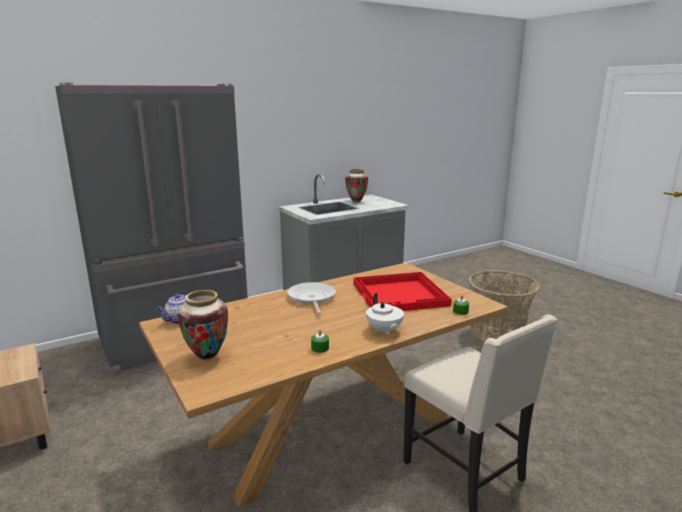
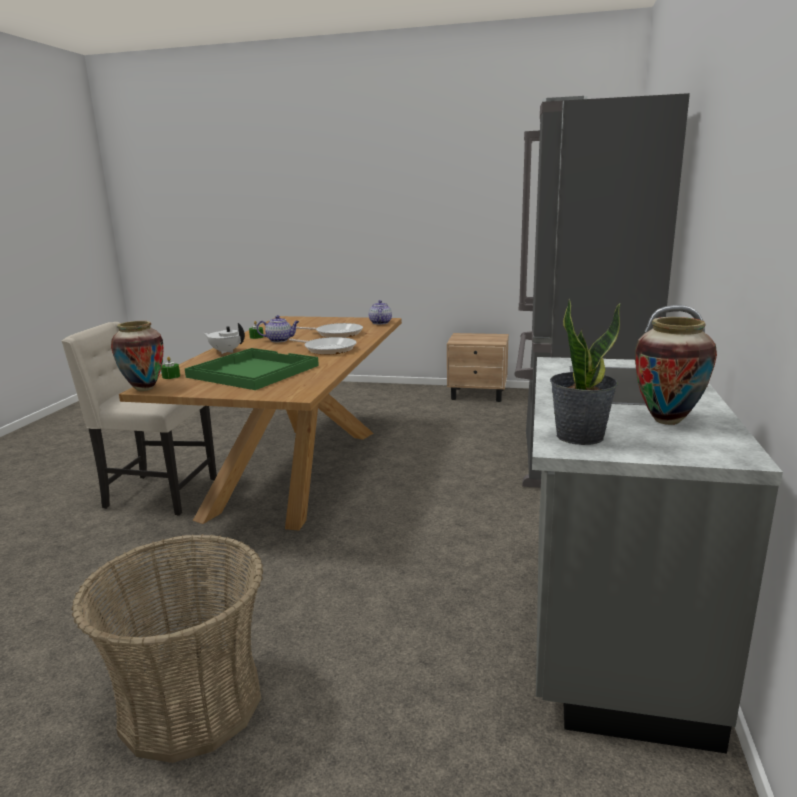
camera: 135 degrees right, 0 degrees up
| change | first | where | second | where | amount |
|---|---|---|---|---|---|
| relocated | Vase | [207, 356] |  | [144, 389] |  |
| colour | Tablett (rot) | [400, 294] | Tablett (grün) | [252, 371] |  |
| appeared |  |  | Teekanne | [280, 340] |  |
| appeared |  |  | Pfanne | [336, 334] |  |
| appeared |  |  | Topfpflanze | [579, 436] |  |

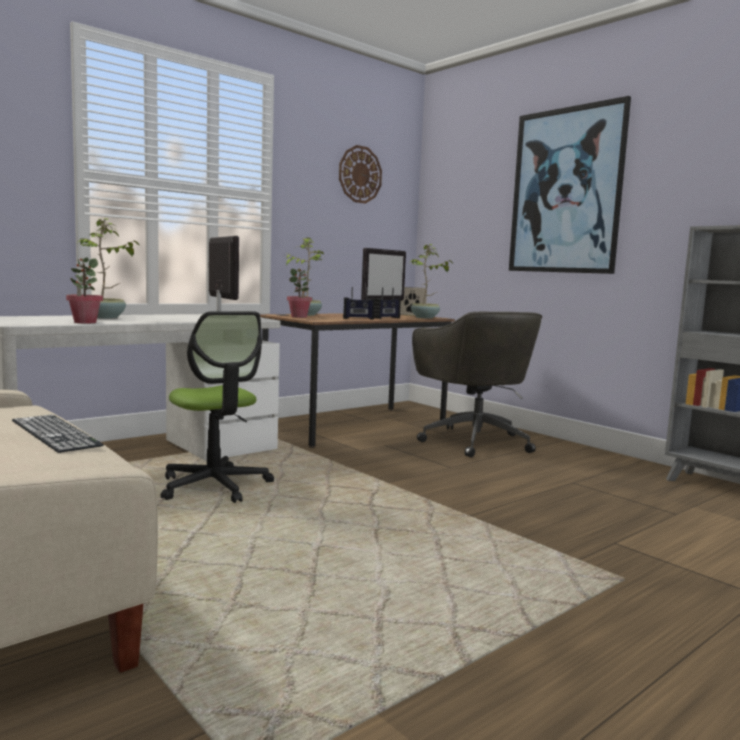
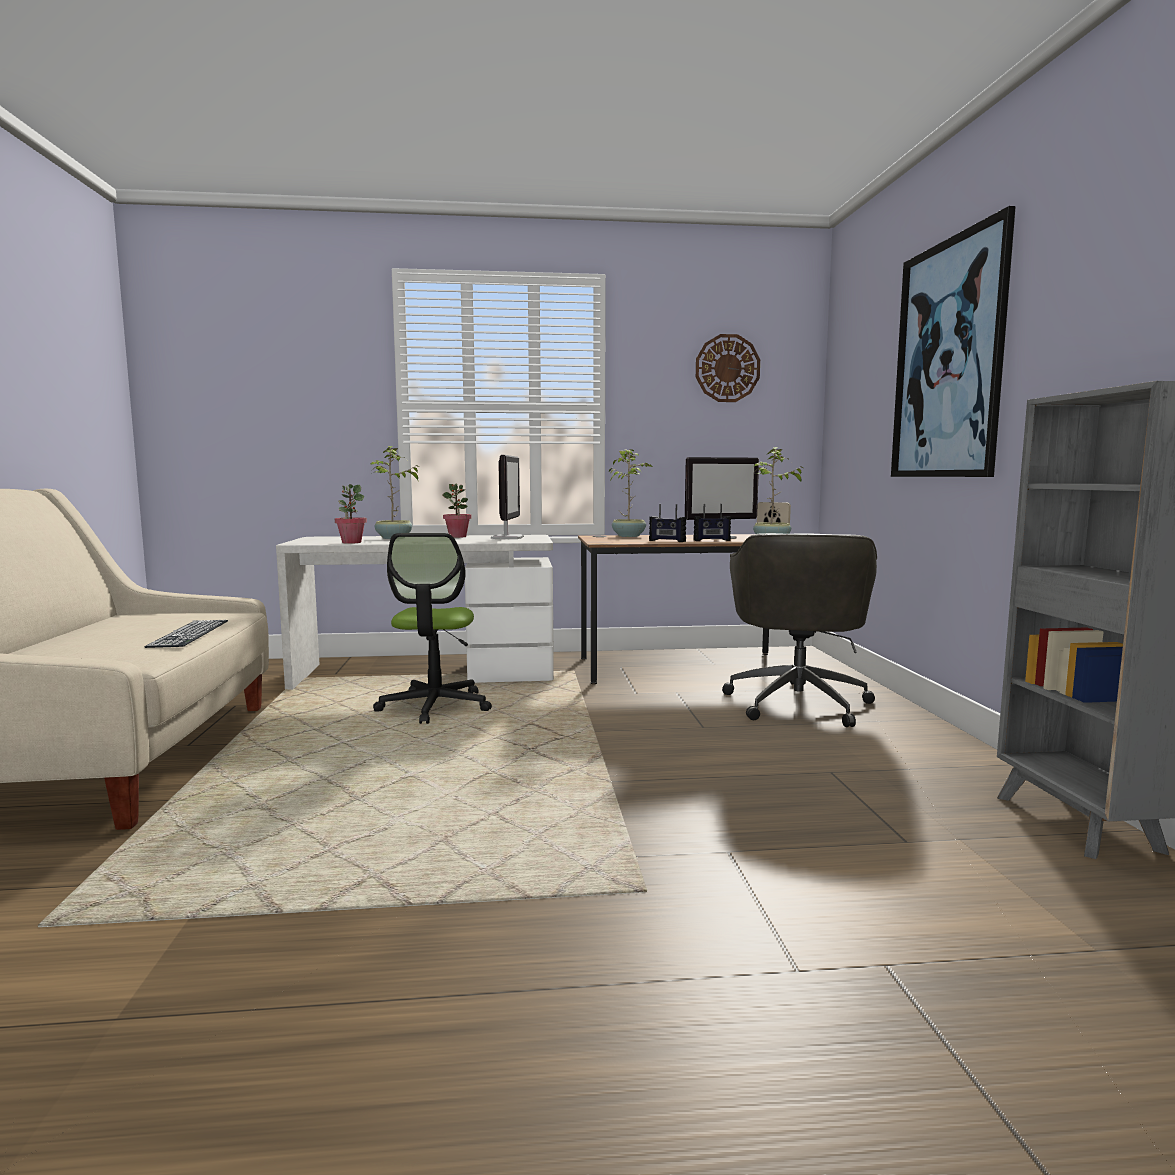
camera: 35 degrees right, 0 degrees up
| change | first | where | second | where | amount |
|---|---|---|---|---|---|
| relocated | Topfpflanze | [299, 317] |  | [457, 537] |  |

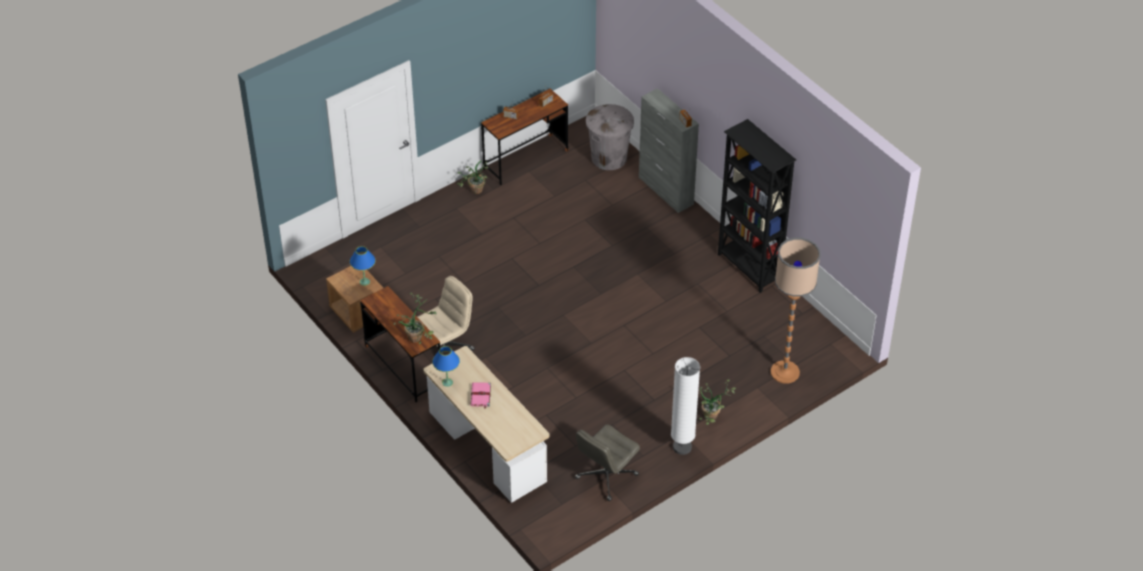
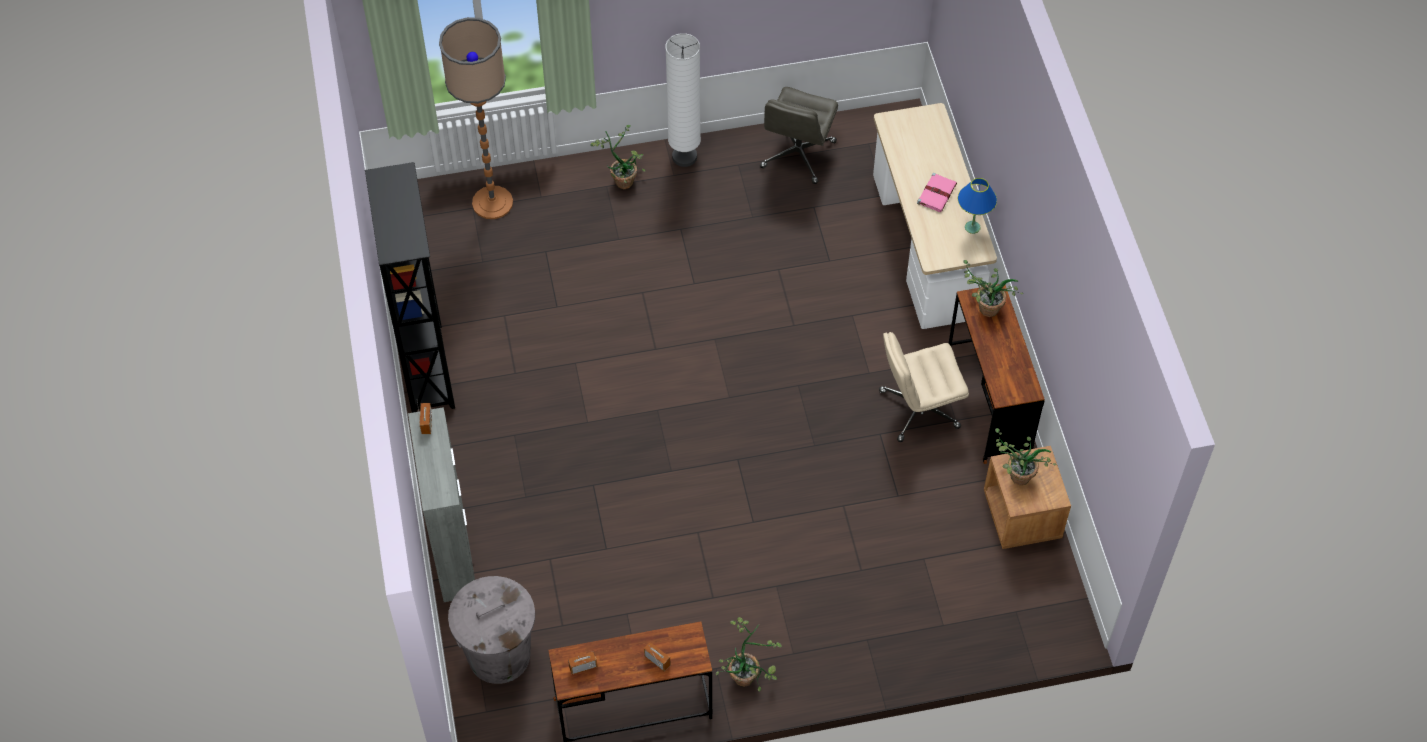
camera: 155 degrees left, 10 degrees up
| change | first | where | second | where | amount |
|---|---|---|---|---|---|
| exchanged | Tischlampe (blau) | [364, 282] | Topfpflanze | [1014, 476] |  |
| spun | Bürostuhl (grau) | [606, 477] |  | [798, 155] | 135 degrees clockwise |

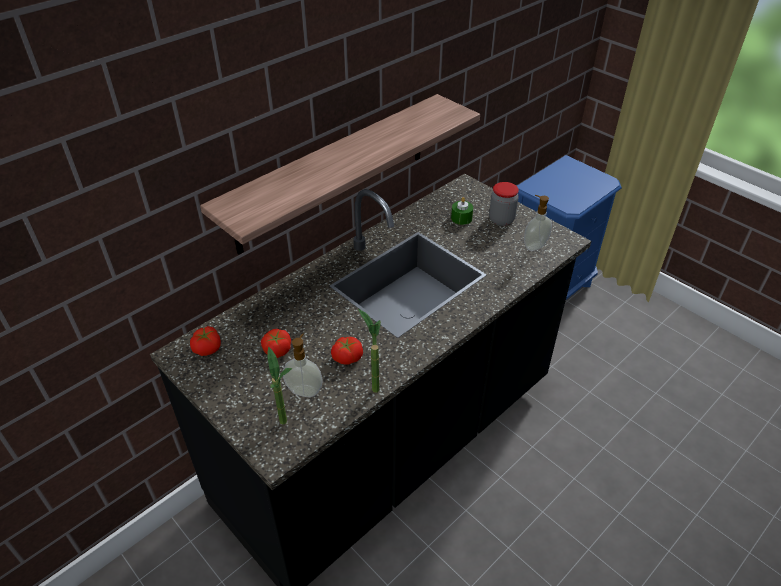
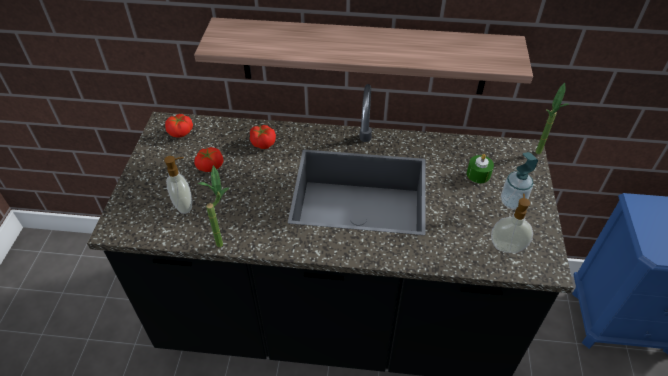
camera: 50 degrees right, 5 degrees up
| change | first | where | second | where | amount |
|---|---|---|---|---|---|
| relocated | Topfpflanze | [287, 426] |  | [538, 156] |  |
| relocated | Tomate | [347, 357] |  | [263, 143] |  |
| exchanged | Vorratsglas | [501, 220] | Seifenspender | [512, 202] |  |

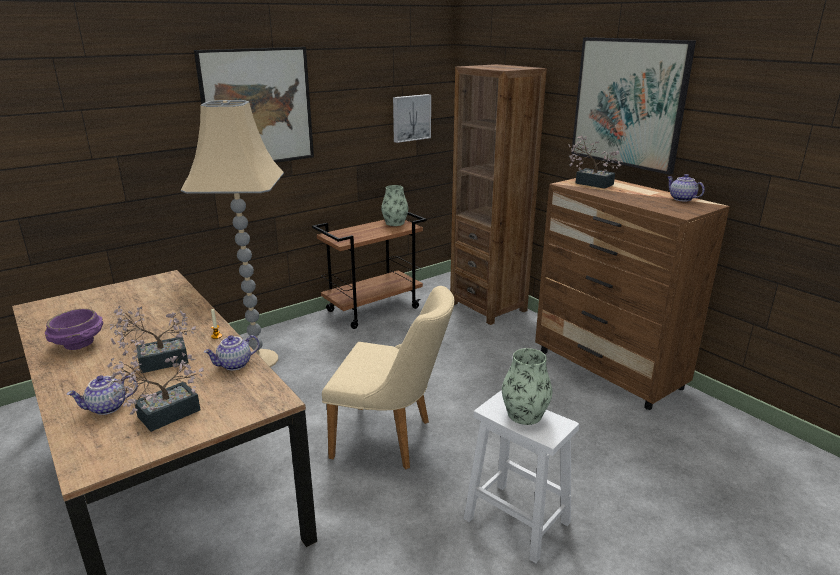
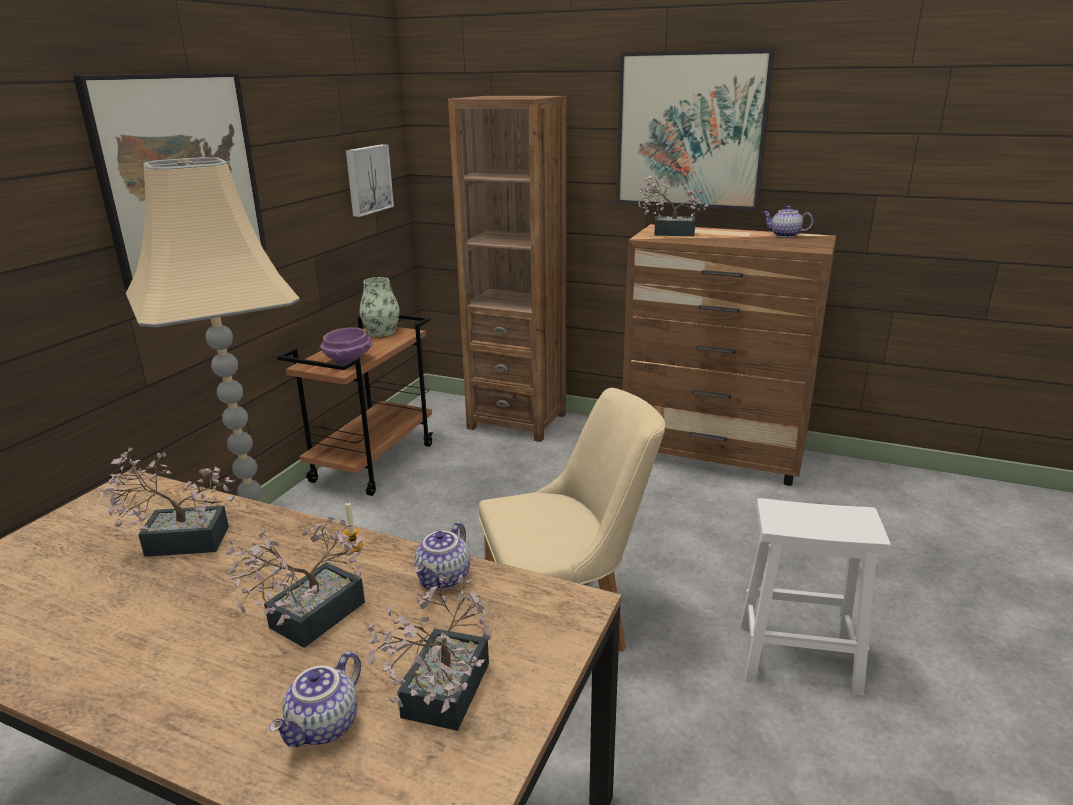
camera: 30 degrees left, 0 degrees up
| change | first | where | second | where | amount |
|---|---|---|---|---|---|
| relocated | Schüssel (lila) | [79, 344] |  | [349, 361] |  |
| missing | Vase | [524, 414] |  |  |  |
| appeared |  |  | Topfpflanze | [178, 541] |  |

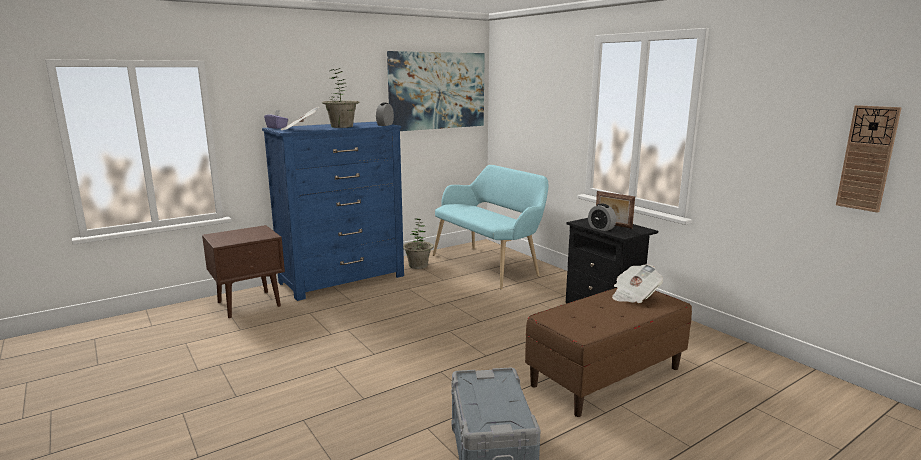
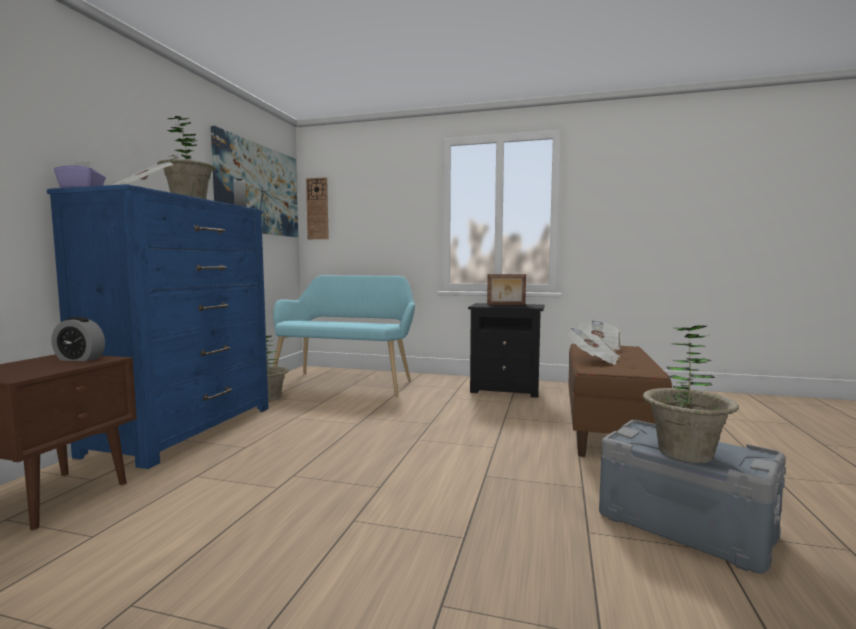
camera: 40 degrees left, 10 degrees down
| change | first | where | second | where | amount |
|---|---|---|---|---|---|
| relocated | Wecker | [601, 228] |  | [79, 359] |  |
| relocated | Wanduhr | [867, 158] |  | [317, 208] |  |
| appeared |  |  | Zeitung | [593, 359] |  |
| appeared |  |  | Topfpflanze | [685, 453] |  |

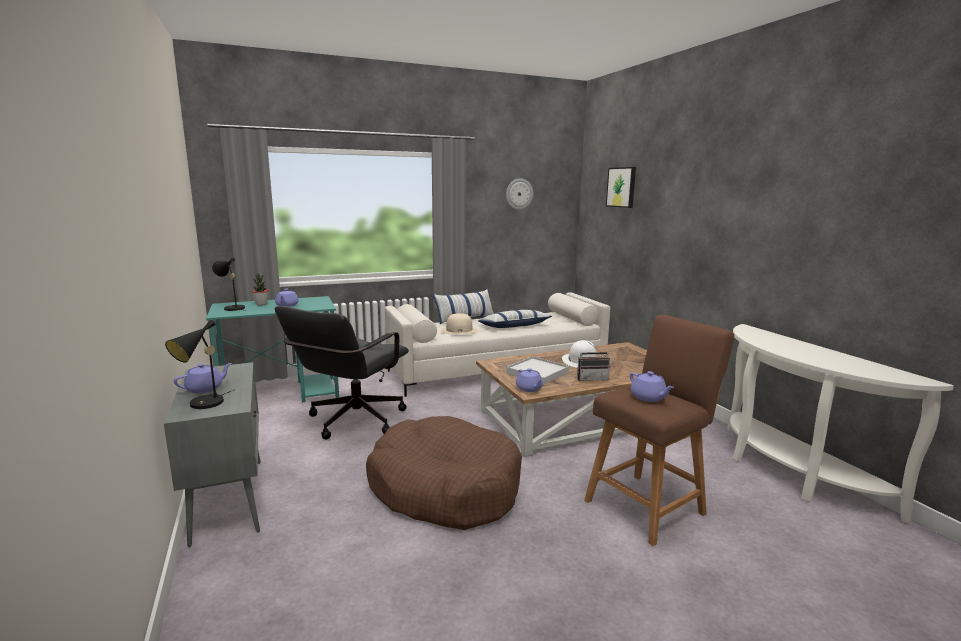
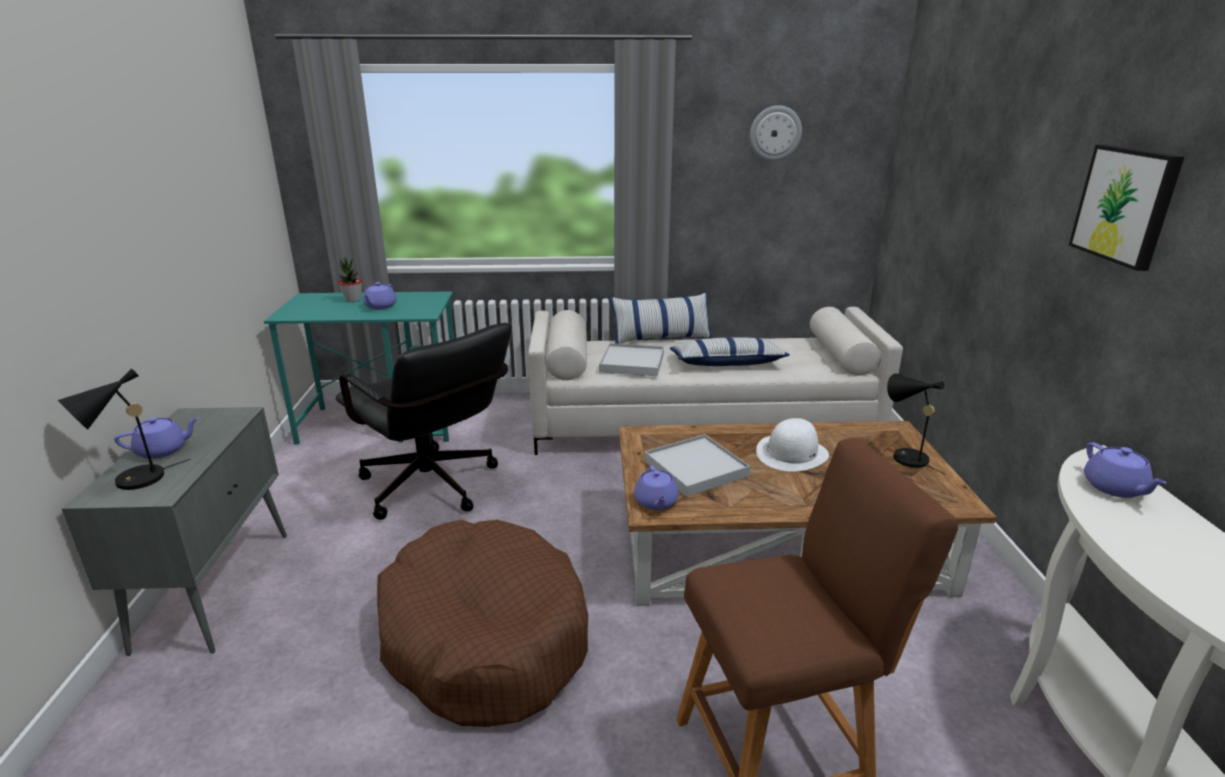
camera: 20 degrees right, 10 degrees up
| change | first | where | second | where | amount |
|---|---|---|---|---|---|
| relocated | Tischlampe (schwarz) | [232, 308] |  | [905, 457] |  |
| spun | Bürostuhl (schwarz) | [351, 423] |  | [435, 490] | 90 degrees counterclockwise |
| exchanged | Hut (beige) | [459, 330] | Tablett (weiß) | [632, 363] |  |
| missing | Radio | [591, 378] |  |  |  |
| relocated | Bild | [621, 187] |  | [1126, 205] |  |
| relocated | Teekanne (lila) | [648, 398] |  | [1115, 488] |  |

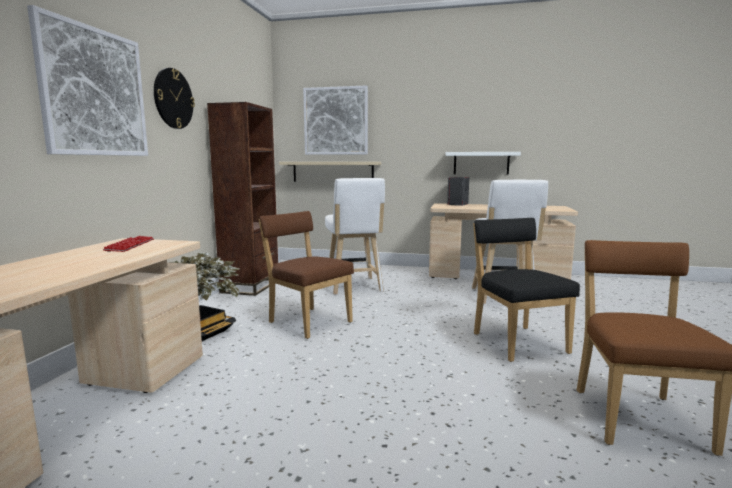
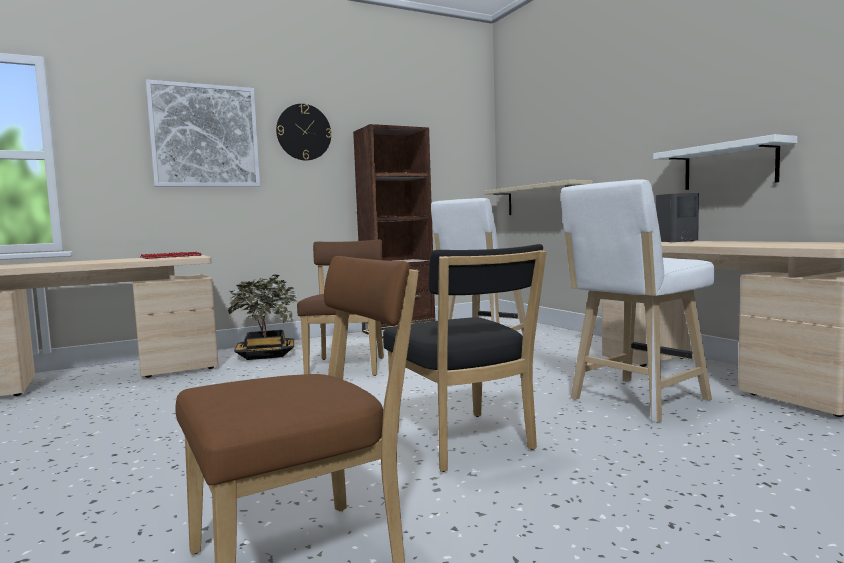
camera: 50 degrees right, 5 degrees down
| change | first | where | second | where | amount |
|---|---|---|---|---|---|
| missing | Bild | [335, 121] |  |  |  |
| spun | Stuhl (schwarz) | [516, 341] |  | [464, 443] | 120 degrees clockwise |

